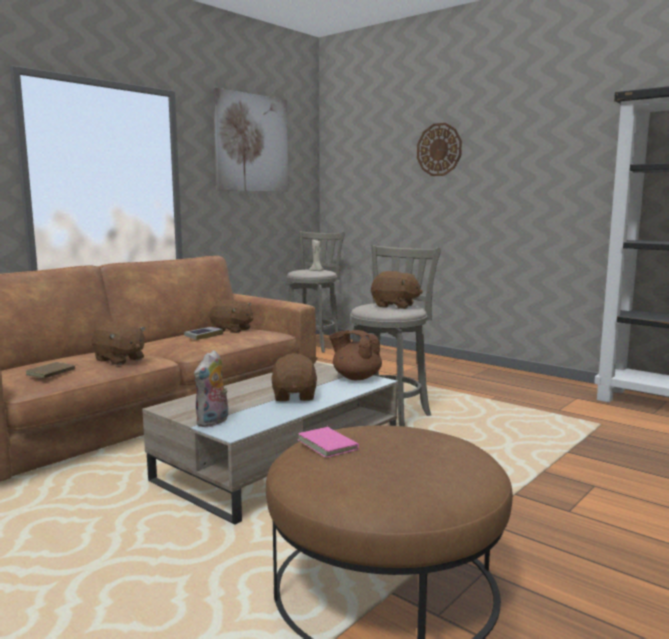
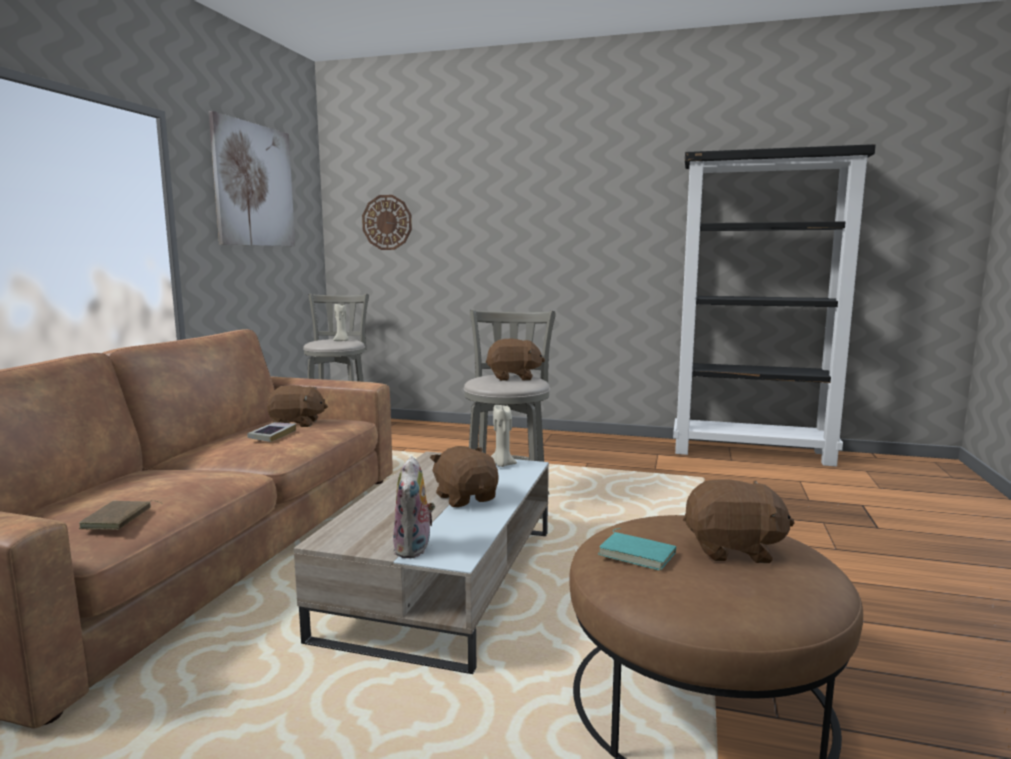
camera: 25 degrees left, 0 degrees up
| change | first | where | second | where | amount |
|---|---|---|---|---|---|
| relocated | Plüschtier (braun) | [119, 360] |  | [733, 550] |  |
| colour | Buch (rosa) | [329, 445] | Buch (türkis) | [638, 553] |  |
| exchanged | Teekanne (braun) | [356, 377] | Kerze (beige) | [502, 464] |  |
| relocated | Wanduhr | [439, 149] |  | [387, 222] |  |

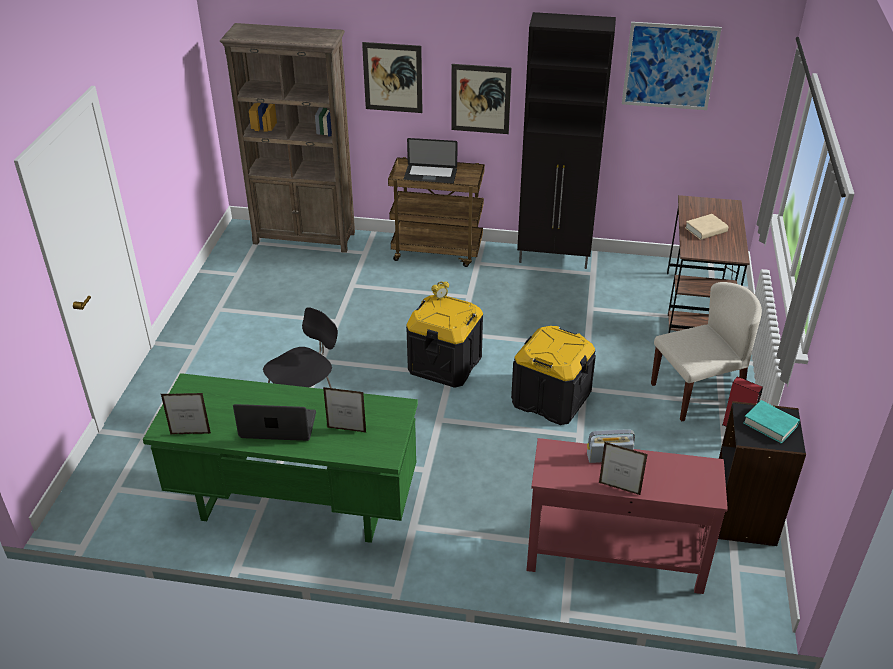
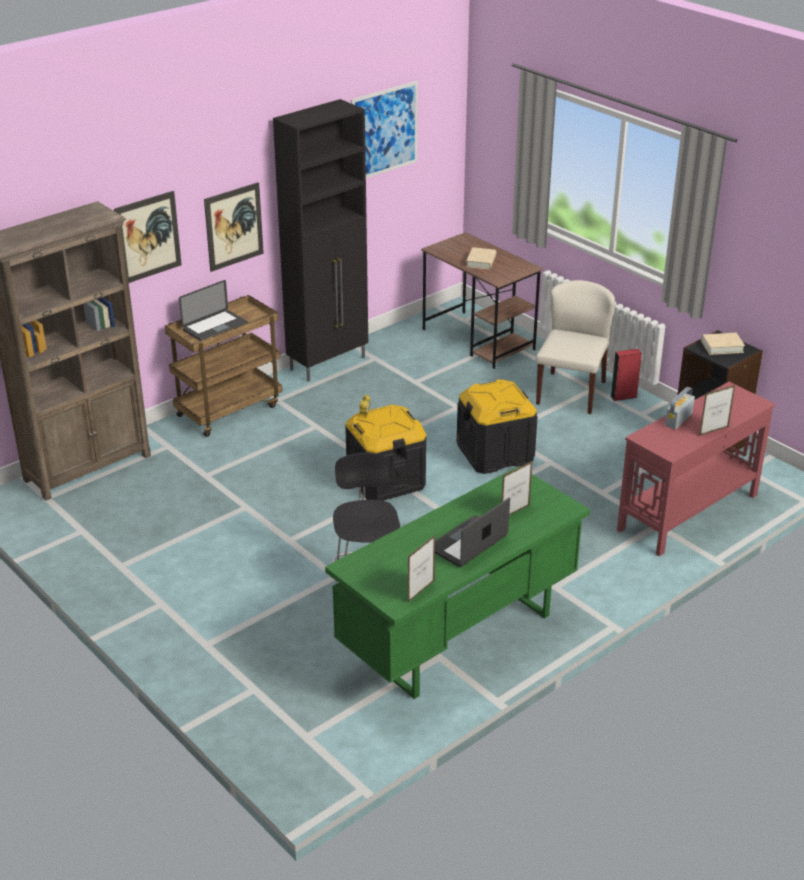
camera: 50 degrees left, 5 degrees down
| change | first | where | second | where | amount |
|---|---|---|---|---|---|
| colour | Buch (türkis) | [770, 424] | Buch (beige) | [722, 347] |  |

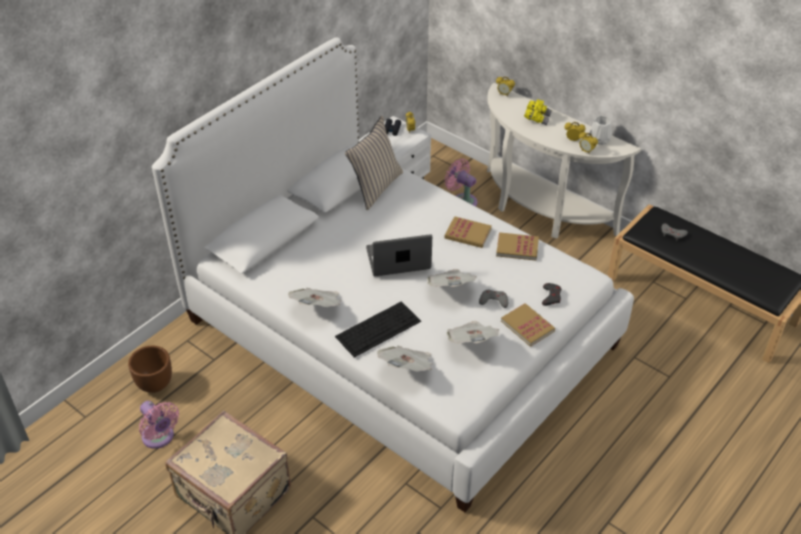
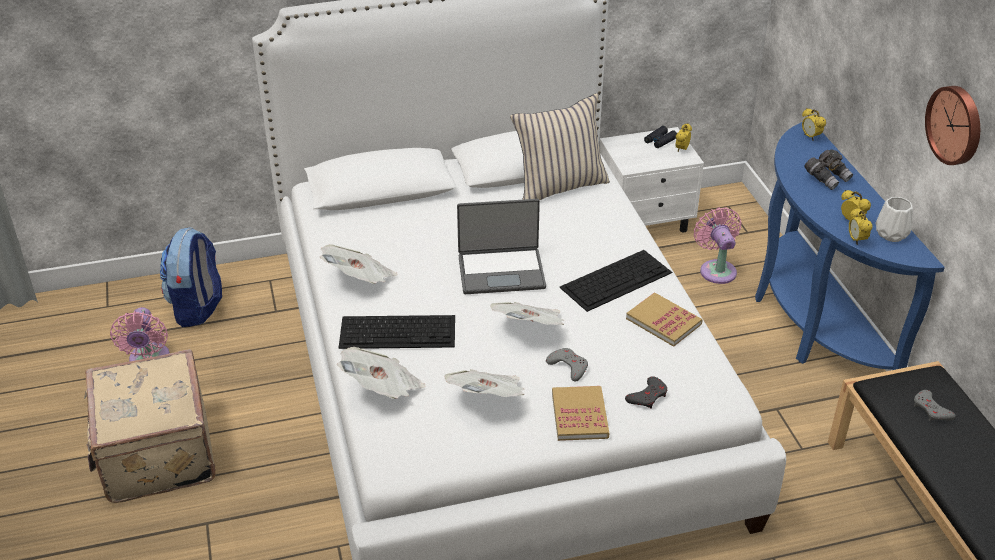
camera: 35 degrees right, 5 degrees down
| change | first | where | second | where | amount |
|---|---|---|---|---|---|
| exchanged | Pflanzkübel (braun) | [155, 384] | Rucksack | [197, 308] |  |
| spun | Laptop | [398, 260] |  | [501, 271] | 150 degrees clockwise |
| exchanged | Buch | [468, 234] | Tastatur | [616, 279] |  |
| colour | Konsolentisch (weiß) | [540, 211] | Konsolentisch (blau) | [810, 322] |  |
| colour | Fernglas (gelb) | [537, 118] | Fernglas (grau) | [827, 178] |  |
| appeared |  |  | Wanduhr | [956, 125] |  |

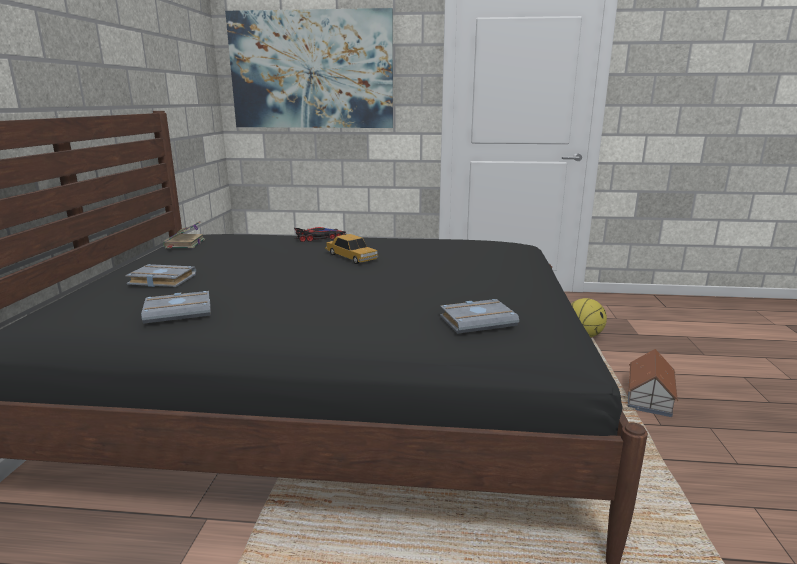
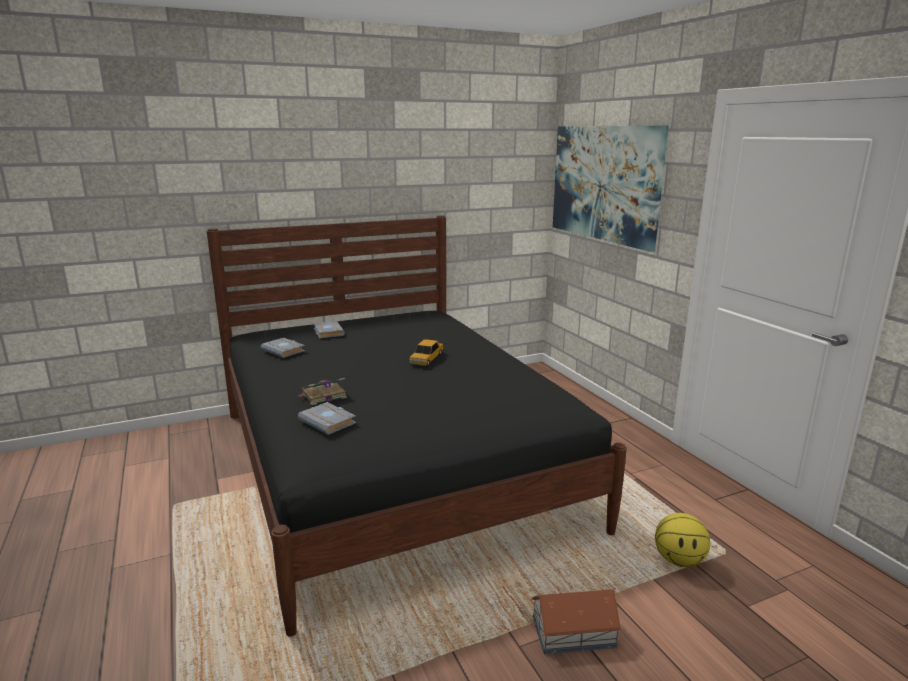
camera: 60 degrees right, 0 degrees up
| change | first | where | second | where | amount |
|---|---|---|---|---|---|
| relocated | Buch | [184, 244] |  | [323, 396] |  |
| missing | Spielzeugauto | [321, 238] |  |  |  |

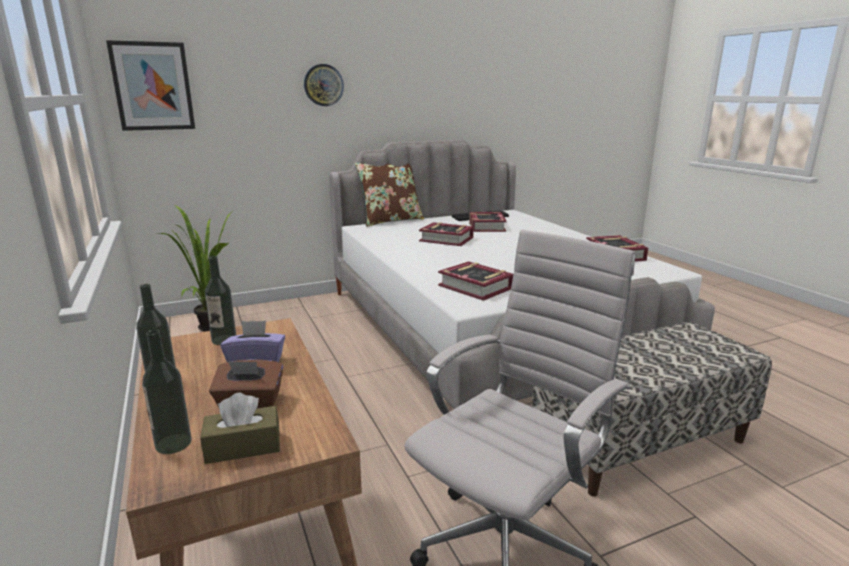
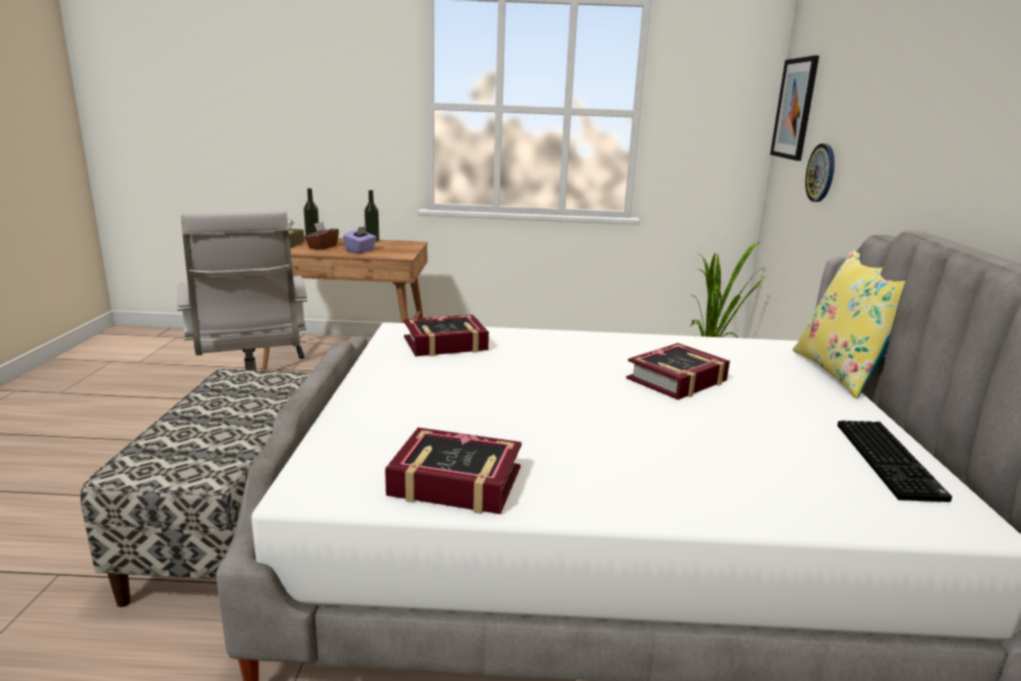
camera: 115 degrees right, 0 degrees up
| change | first | where | second | where | amount |
|---|---|---|---|---|---|
| missing | Flasche | [224, 340] |  |  |  |
| relocated | Wanduhr | [323, 85] |  | [821, 173] |  |
| colour | Kissen (braun) | [390, 220] | Kissen (gelb) | [842, 373] |  |
| missing | Buch | [486, 227] |  |  |  |

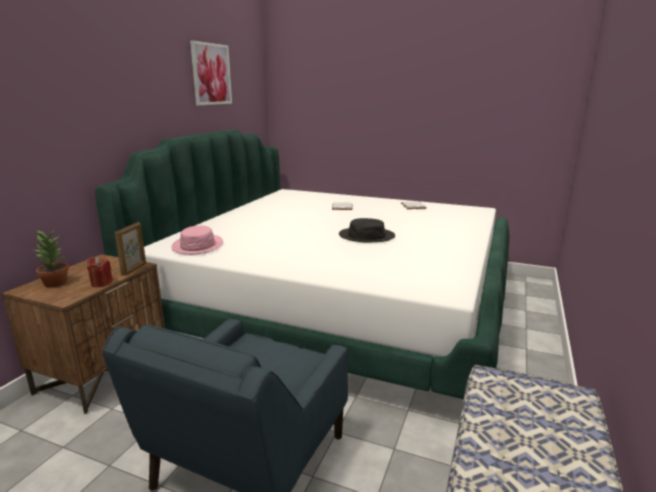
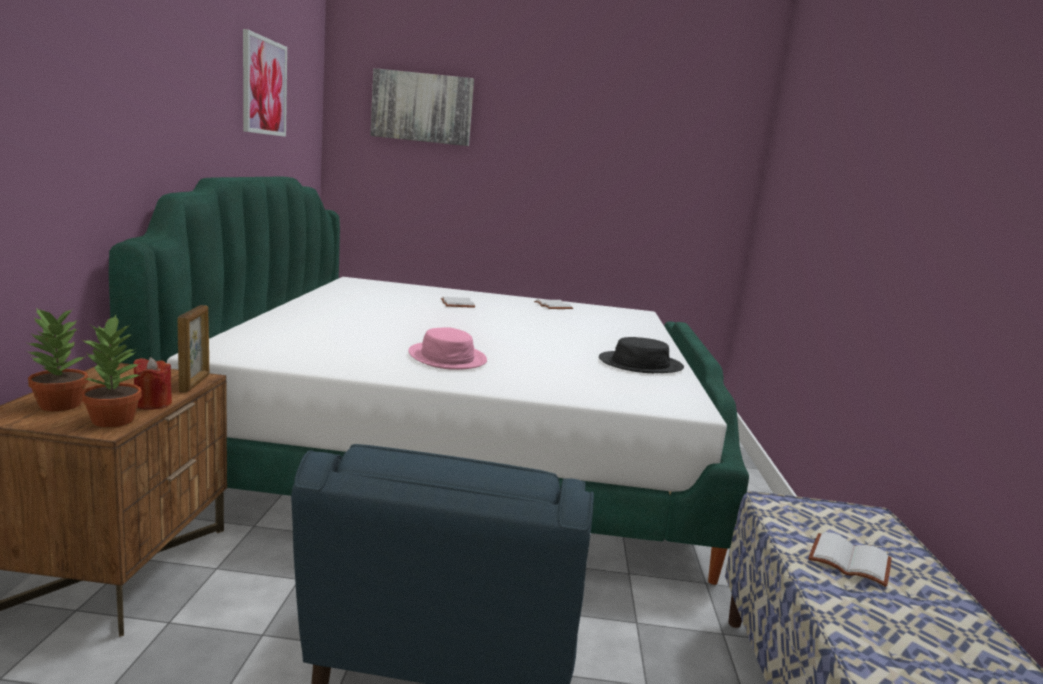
camera: 20 degrees left, 5 degrees down
| change | first | where | second | where | amount |
|---|---|---|---|---|---|
| relocated | Hut (rosa) | [198, 245] |  | [447, 357] |  |
| relocated | Hut (schwarz) | [366, 236] |  | [640, 364] |  |
| appeared |  |  | Topfpflanze | [114, 420] |  |
| appeared |  |  | Bild | [422, 108] |  |
| appeared |  |  | Buch (weiß) | [847, 562] |  |

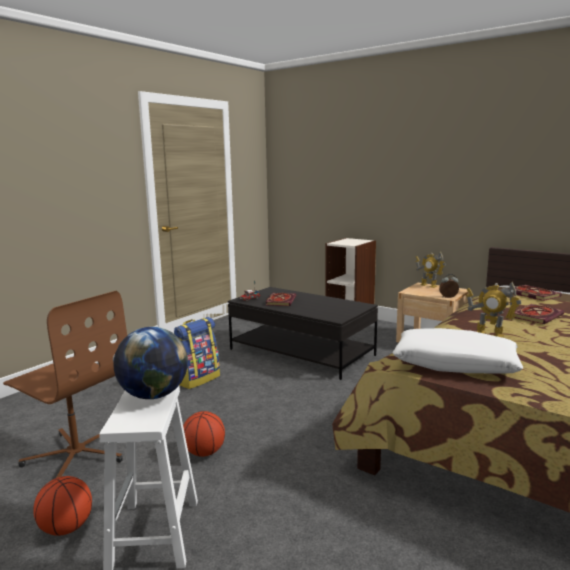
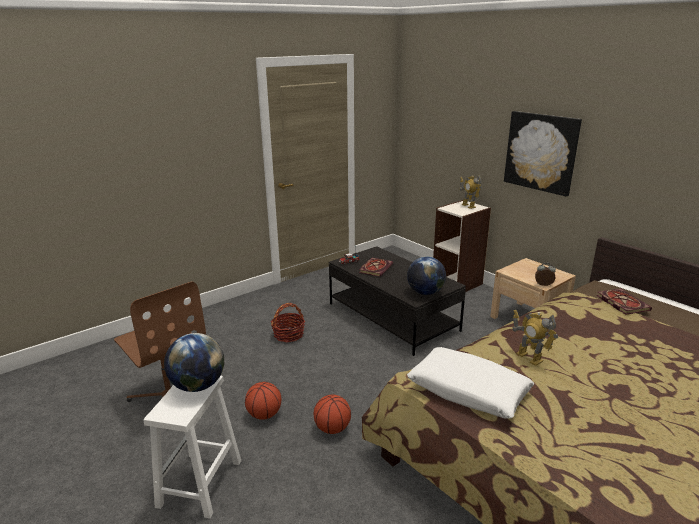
camera: 15 degrees right, 10 degrees up
| change | first | where | second | where | amount |
|---|---|---|---|---|---|
| relocated | Basketball | [67, 528] |  | [332, 429] |  |
| exchanged | Rucksack | [197, 379] | Korb | [288, 335] |  |
| relocated | Spielzeugroboter | [428, 285] |  | [468, 206] |  |
| missing | Buch | [536, 316] |  |  |  |
| appeared |  |  | Globus | [425, 292] |  |
| appeared |  |  | Bild | [541, 152] |  |

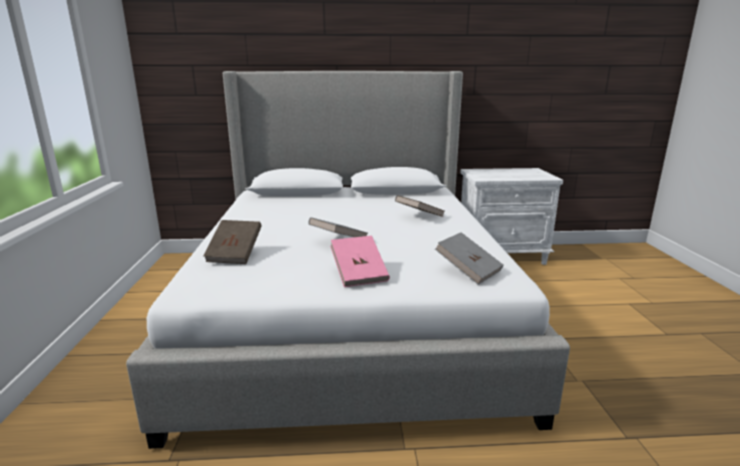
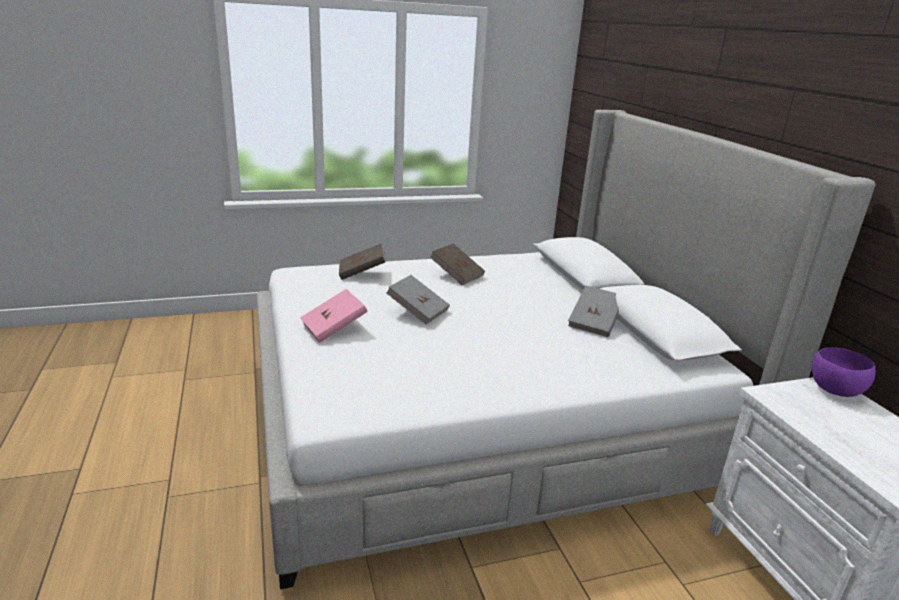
camera: 75 degrees right, 5 degrees up
| change | first | where | second | where | amount |
|---|---|---|---|---|---|
| relocated | Buch (braun) | [419, 216] |  | [457, 275] |  |
| relocated | Buch (grau) | [468, 271] |  | [594, 323] |  |
| appeared |  |  | Schüssel (lila) | [834, 391] |  |

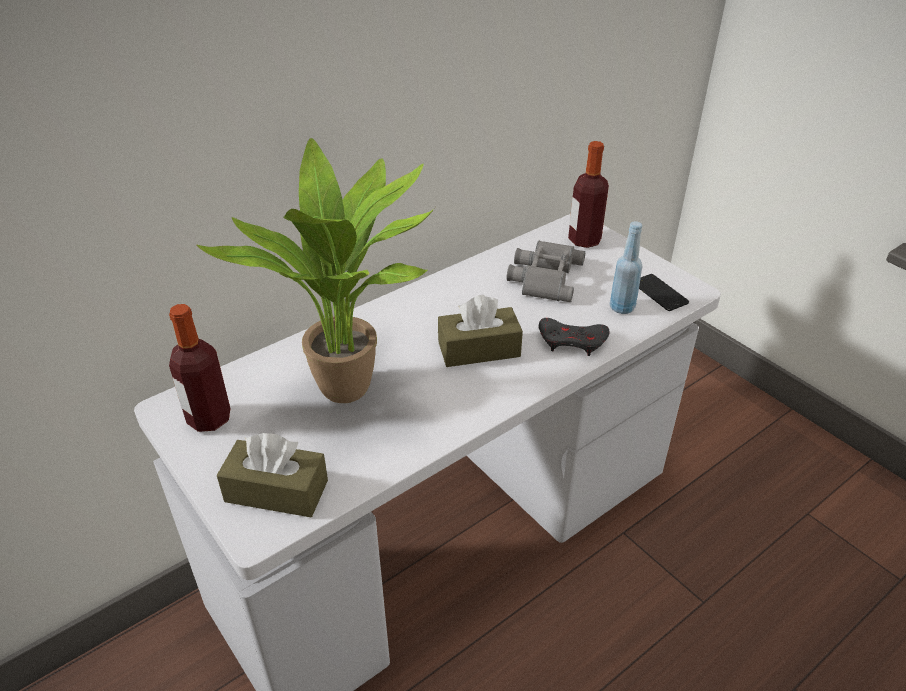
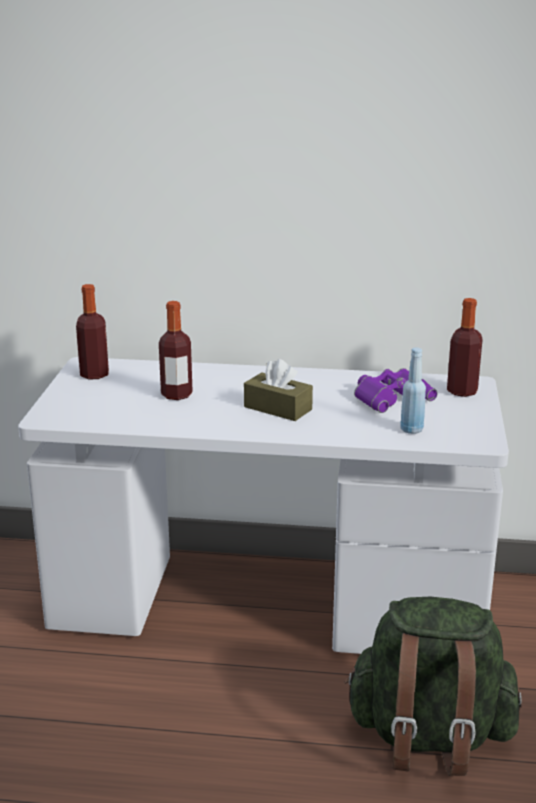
camera: 45 degrees right, 15 degrees down
| change | first | where | second | where | amount |
|---|---|---|---|---|---|
| exchanged | Topfpflanze | [353, 392] | Flasche | [176, 395] |  |
| missing | Taschentuchbox (braun) | [276, 491] |  |  |  |
| colour | Fernglas (grau) | [543, 276] | Fernglas (lila) | [390, 396] |  |
| missing | Gamepad (grau) | [572, 341] |  |  |  |
| missing | Handy | [659, 293] |  |  |  |
| appeared |  |  | Rucksack (grün) | [429, 737] |  |

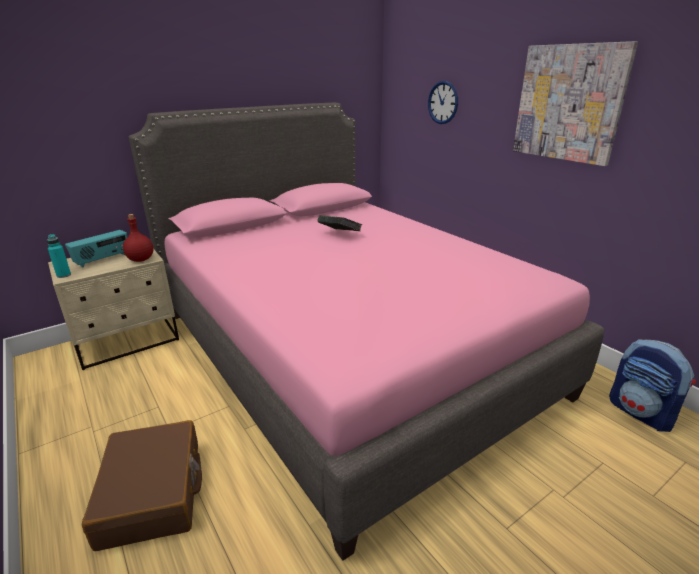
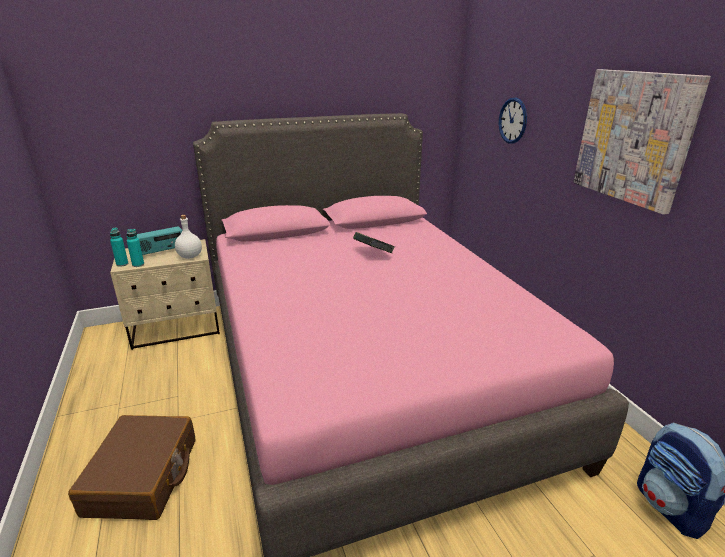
camera: 15 degrees right, 0 degrees up
| change | first | where | second | where | amount |
|---|---|---|---|---|---|
| colour | Flasche (rot) | [141, 260] | Flasche (weiß) | [190, 256] |  |
| appeared |  |  | Flasche (türkis) | [138, 264] |  |

